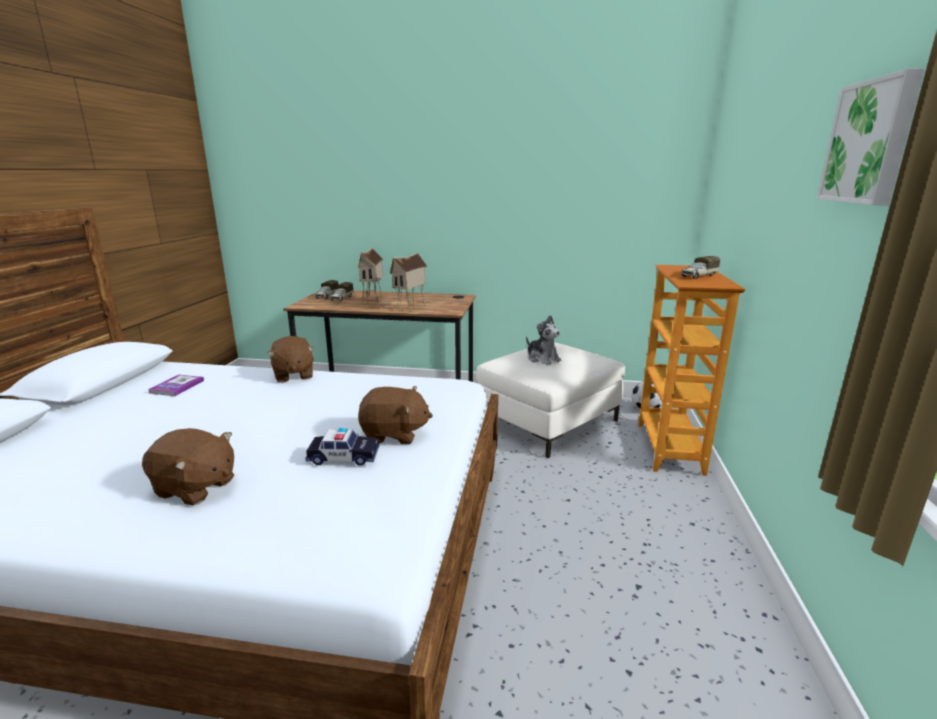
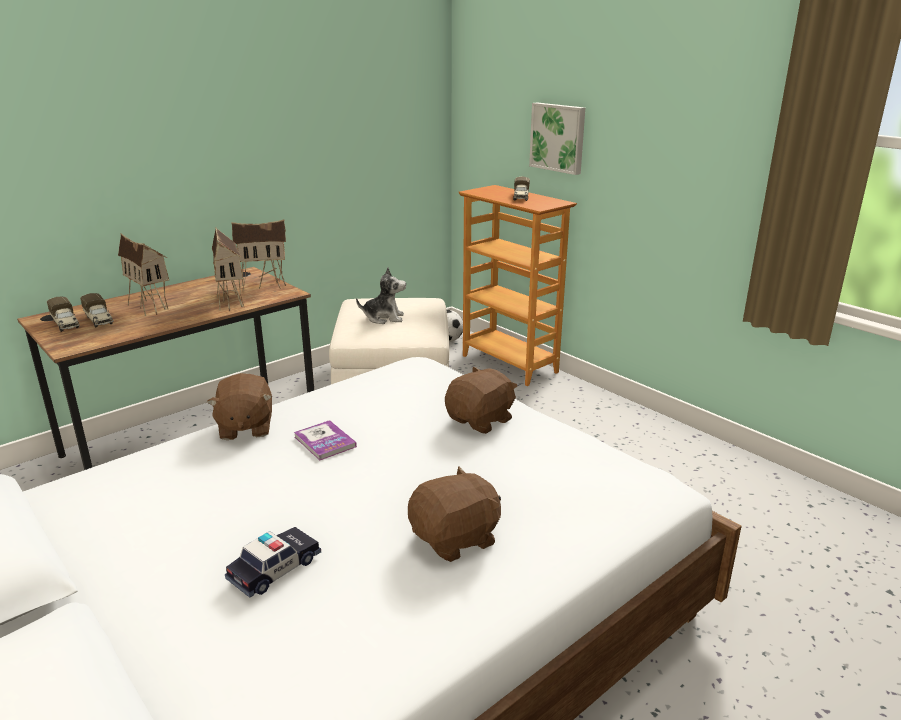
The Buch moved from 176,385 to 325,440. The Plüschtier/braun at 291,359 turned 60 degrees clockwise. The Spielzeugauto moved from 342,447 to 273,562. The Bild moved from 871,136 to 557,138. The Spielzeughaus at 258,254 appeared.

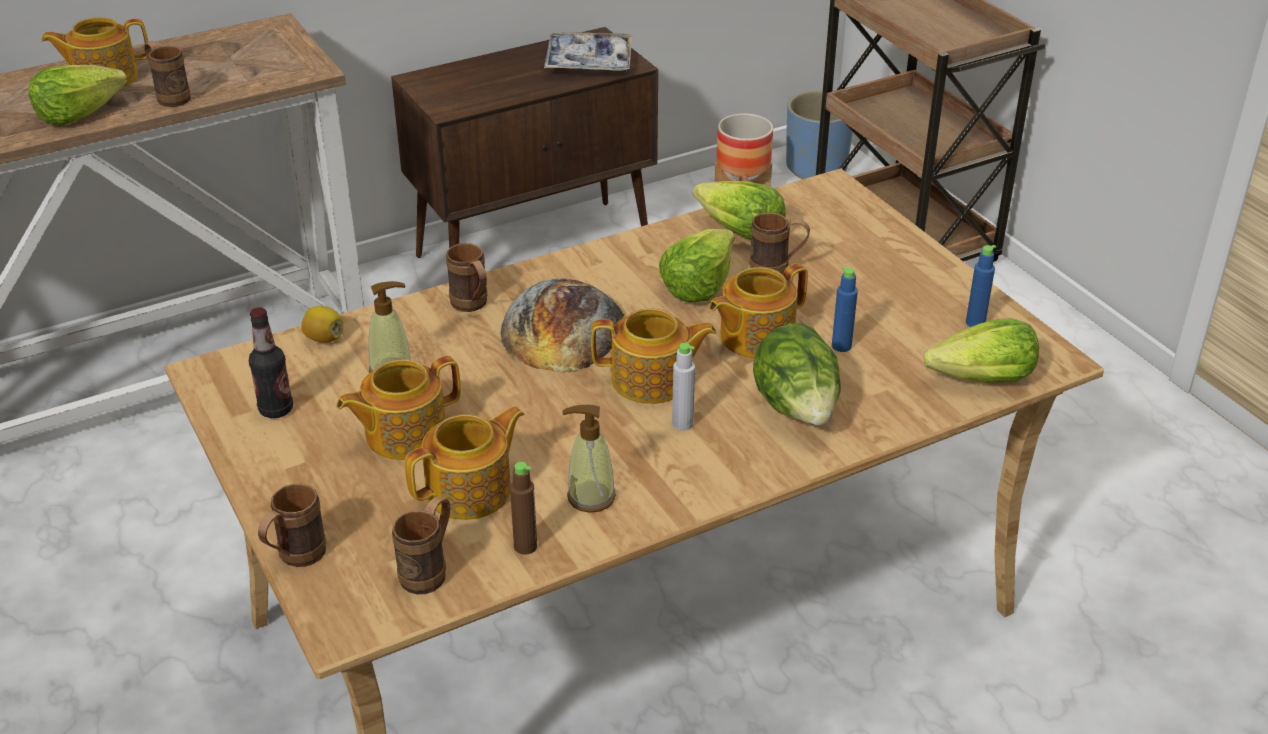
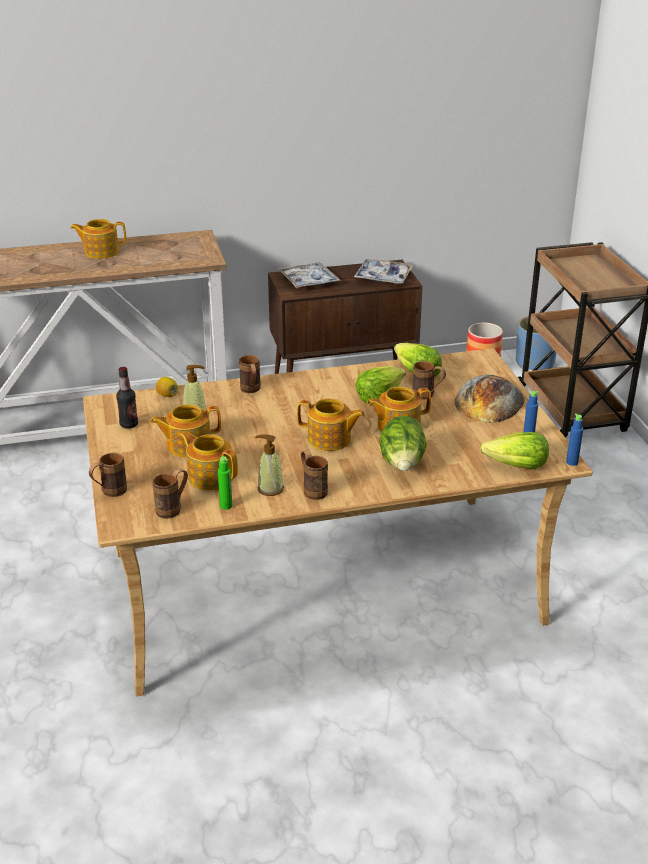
The Salatkopf at 78,95 disappeared. The Henkelbecher/braun moved from 167,74 to 314,475. The Teekanne at 465,463 turned 120 degrees counterclockwise. The Brot moved from 562,325 to 490,399. The Flasche/braun at 523,508 became the Flasche/grün at 225,482. The Flasche/grau at 683,387 disappeared. The Flasche/blau moved from 845,309 to 574,440. The Tablett at 309,275 appeared.

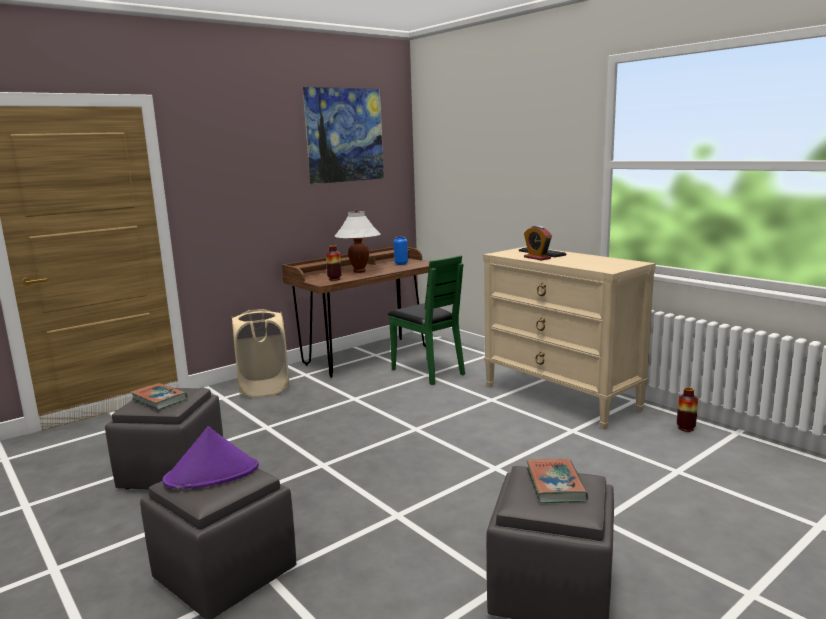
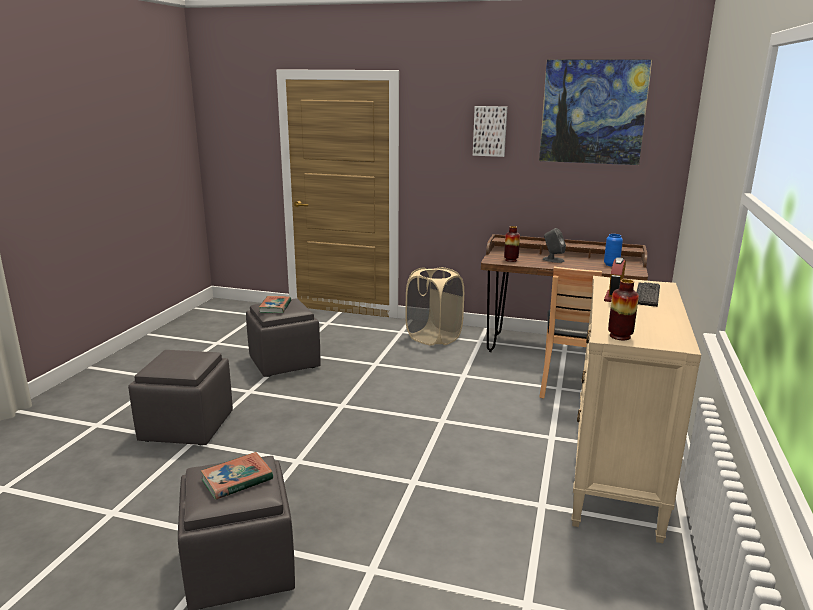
The Hut/lila at 211,457 disappeared. The Tischlampe/weiß at 358,241 was replaced by the Lautsprecher/grau at 554,245. The Stuhl/grün at 426,320 became the Stuhl/braun at 570,333. The Vase moved from 687,409 to 623,309. The Bild at 490,131 appeared.

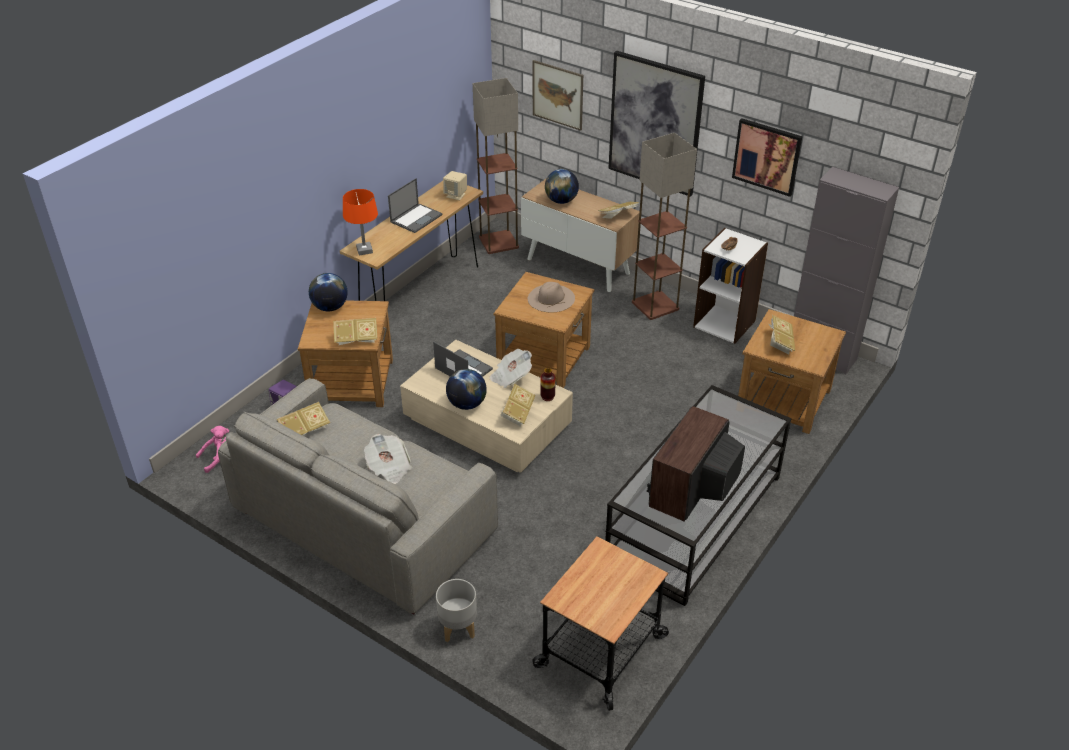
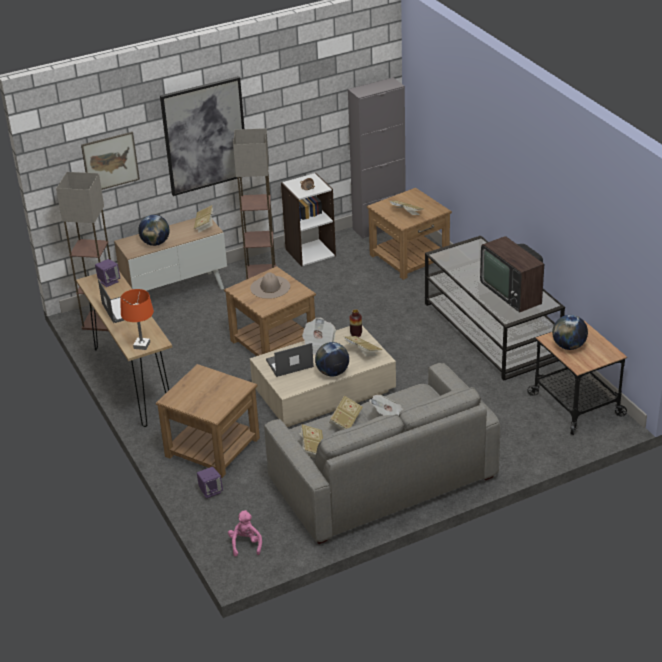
The Globus moved from 328,292 to 570,332. The Buch moved from 355,331 to 345,412. The Pflanzkübel/grau at 456,610 disappeared. The Lautsprecher/beige at 455,185 became the Lautsprecher/lila at 107,273. The Bild at 767,157 disappeared.

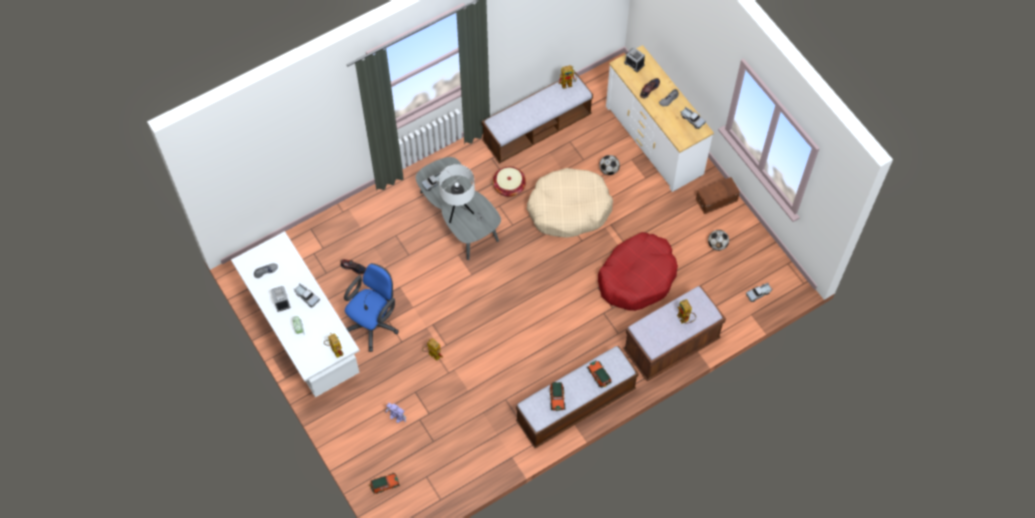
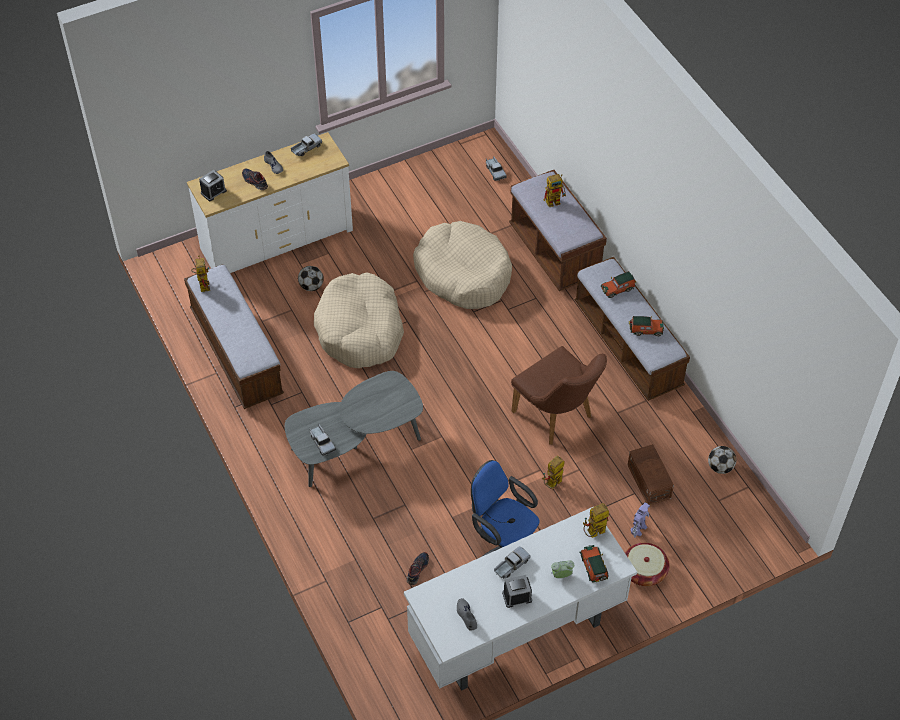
The Spielzeugauto moved from 384,483 to 594,564. The Tischlampe/weiß at 461,193 disappeared. The Korb moved from 509,181 to 647,564. The Hundebett/rot at 638,271 became the Hundebett/beige at 462,265. The Aufbewahrungsbox/braun moved from 718,195 to 651,474. The Fußball moved from 718,240 to 722,460. The Stuhl/braun at 559,395 appeared.

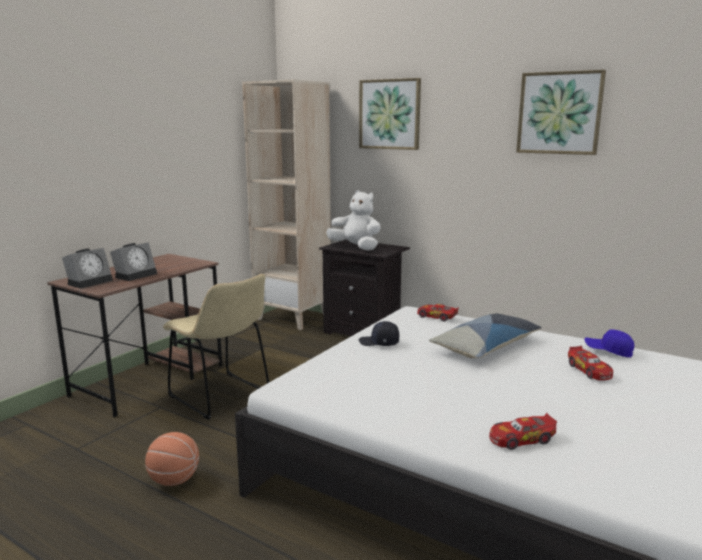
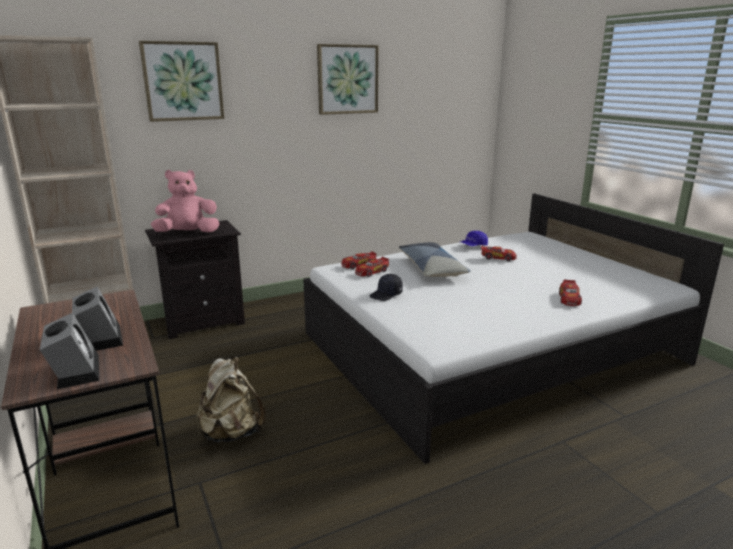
The Basketball at 172,459 disappeared. The Stuhl/beige at 216,347 was replaced by the Rucksack/beige at 231,399. The Plüschtier/weiß at 353,220 became the Plüschtier/rosa at 185,201. The Spielzeugauto at 372,266 appeared.

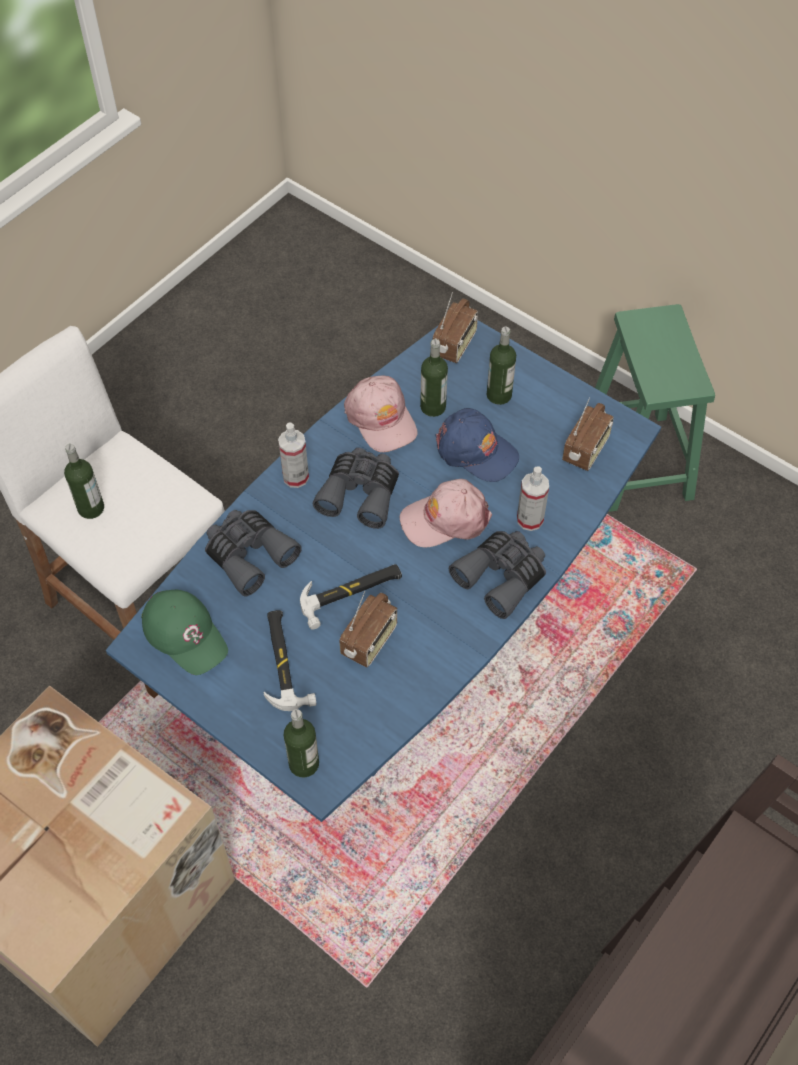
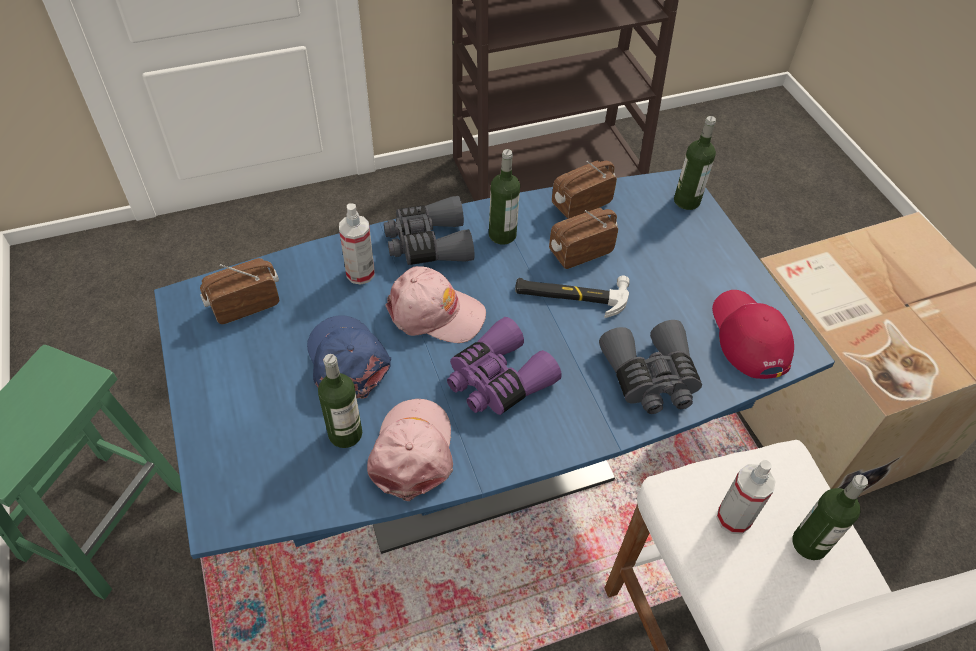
The Kappe/grün at 184,632 became the Kappe/rot at 753,334. The Hammer at 290,660 disappeared. The Sprühflasche moved from 293,455 to 745,497. The Fernglas/grau at 356,488 became the Fernglas/lila at 504,366. The Radio moved from 455,327 to 584,190. The Flasche moved from 501,366 to 504,197.

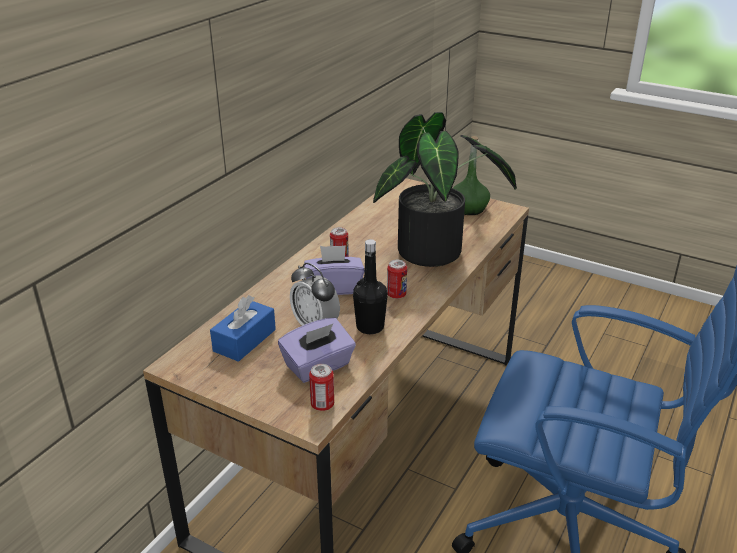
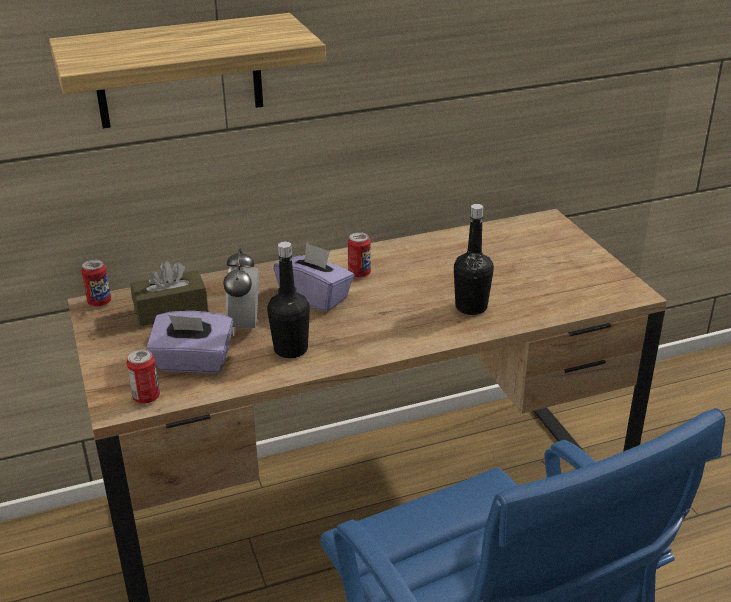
The Taschentuchbox/blau at 243,328 became the Taschentuchbox/braun at 169,293. The Topfpflanze at 445,189 was replaced by the Flasche/schwarz at 474,259. The Dose moved from 397,279 to 96,283. The Flasche/grün at 471,175 disappeared. The Wandregal at 187,70 appeared.

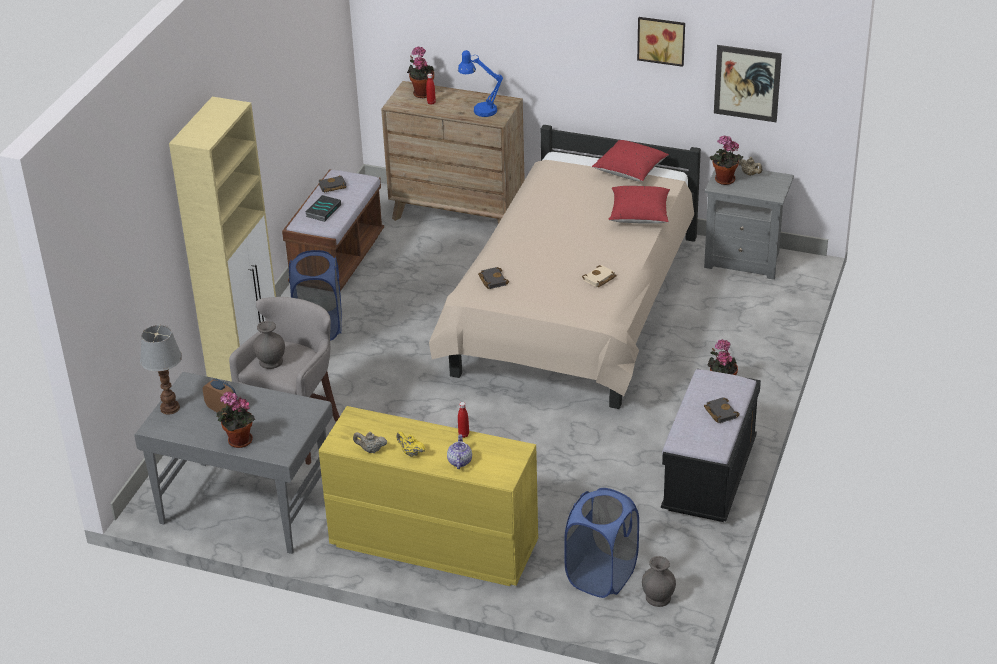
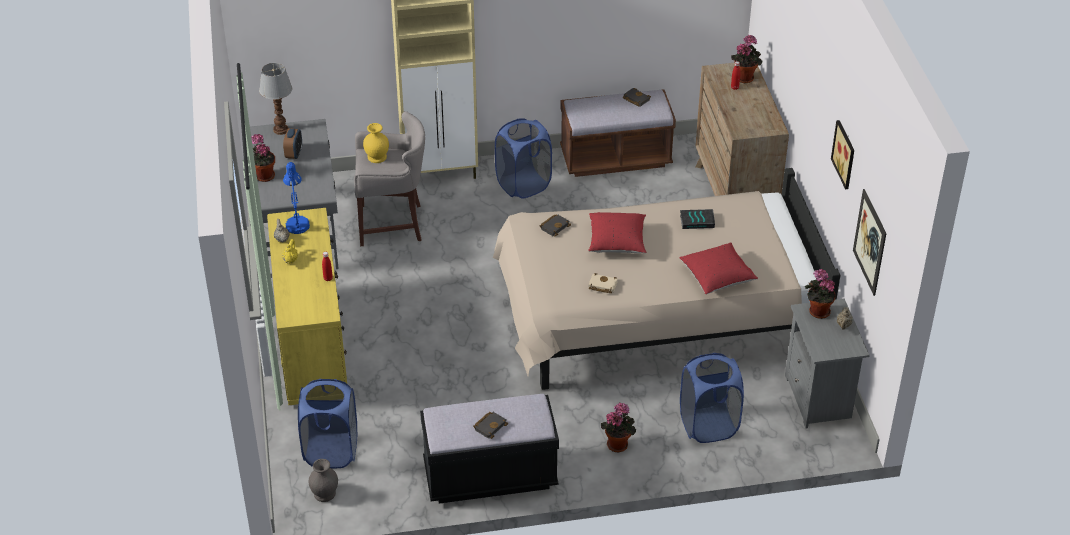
The Vase/grau at 269,345 became the Vase/gelb at 376,143. The Buch moved from 323,208 to 697,219. The Teekanne at 459,451 disappeared. The Tischlampe/blau moved from 480,83 to 296,198. The Kissen/rot moved from 630,161 to 617,232. The Wäschekorb/blau at 712,398 appeared.

